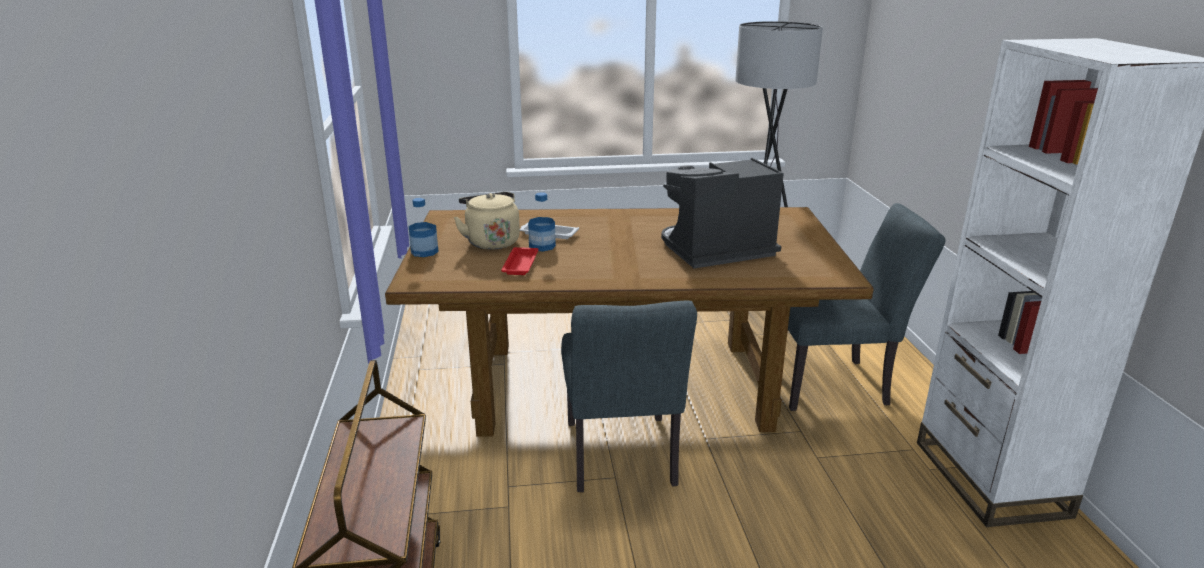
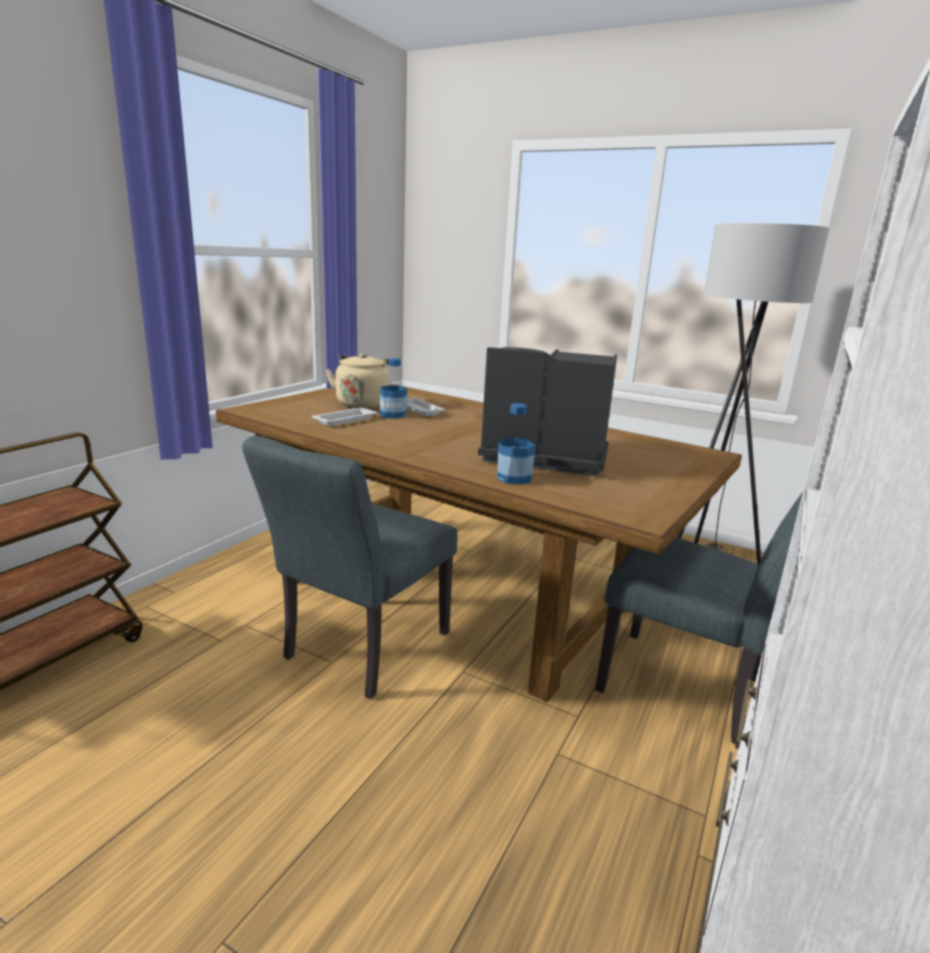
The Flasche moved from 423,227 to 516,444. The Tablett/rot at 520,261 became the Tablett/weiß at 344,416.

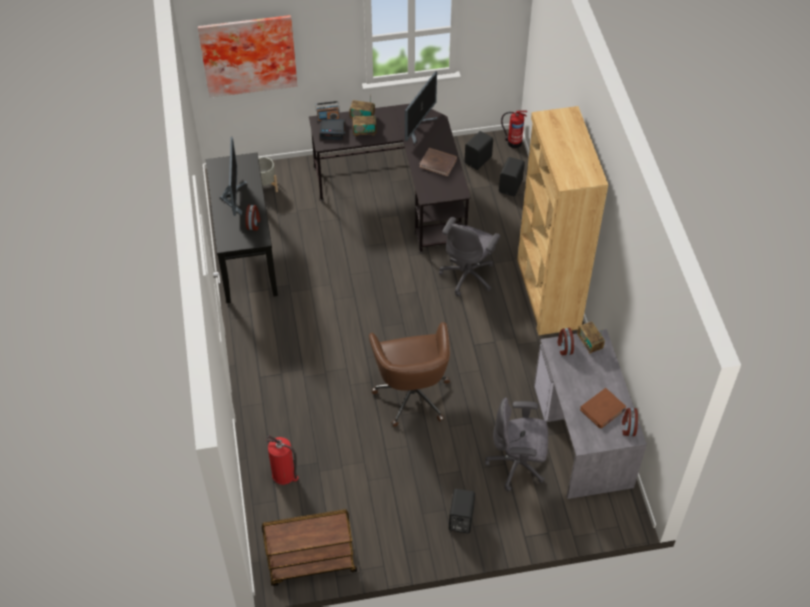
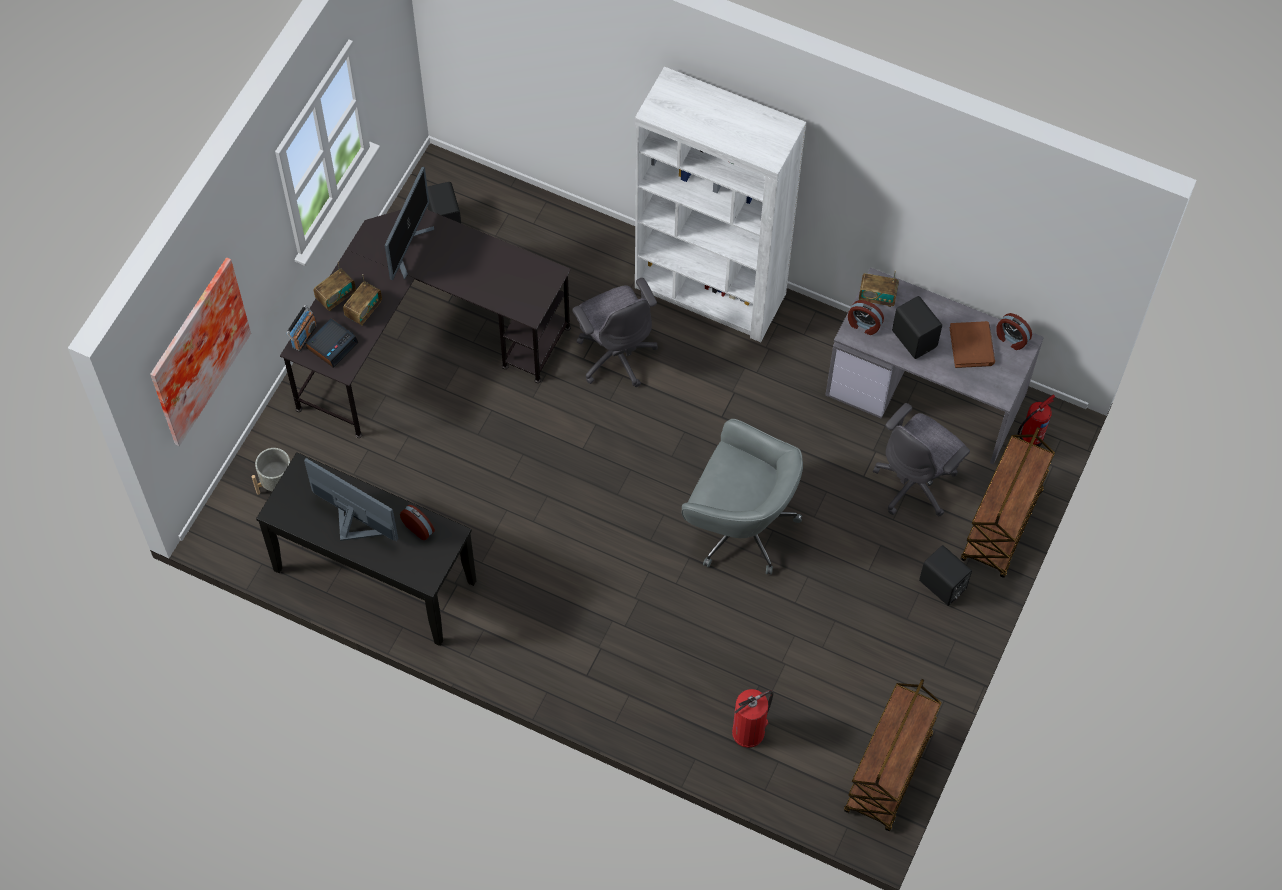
The Bürostuhl/braun at 409,374 became the Bürostuhl/grau at 742,497. The Monitor at 421,107 turned 45 degrees clockwise. The Buch/braun at 438,162 disappeared. The Lautsprecher/schwarz moved from 512,176 to 917,327. The Feuerlöscher moved from 514,129 to 1036,420. The Bücherregal/braun at 562,220 became the Bücherregal/weiß at 720,204. The Rollwagen/braun at 1008,502 appeared.

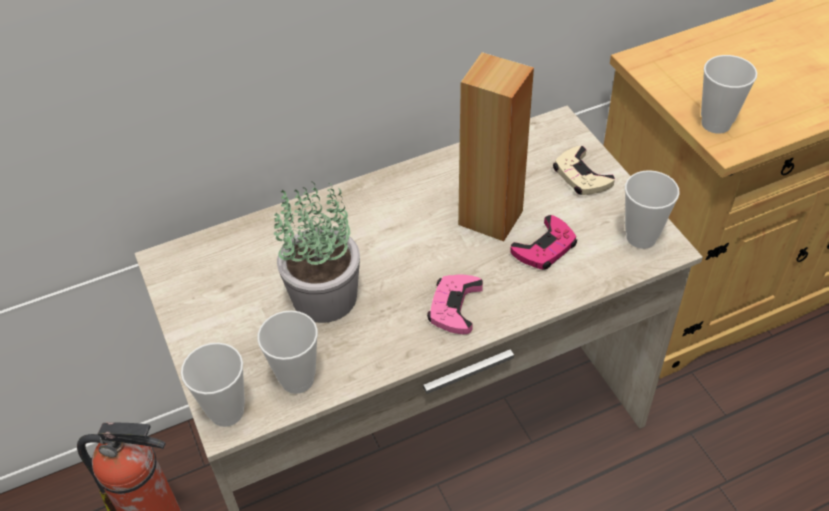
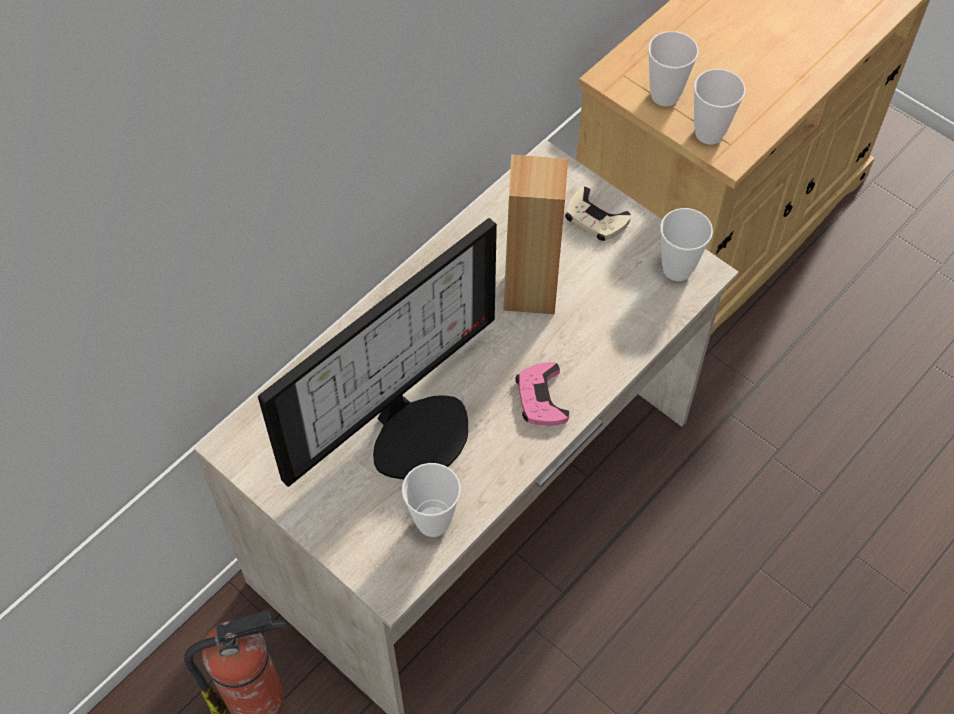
The Tasse moved from 213,385 to 673,68. The Topfpflanze at 317,252 was replaced by the Monitor at 377,352. The Gamepad/rosa at 543,242 disappeared.

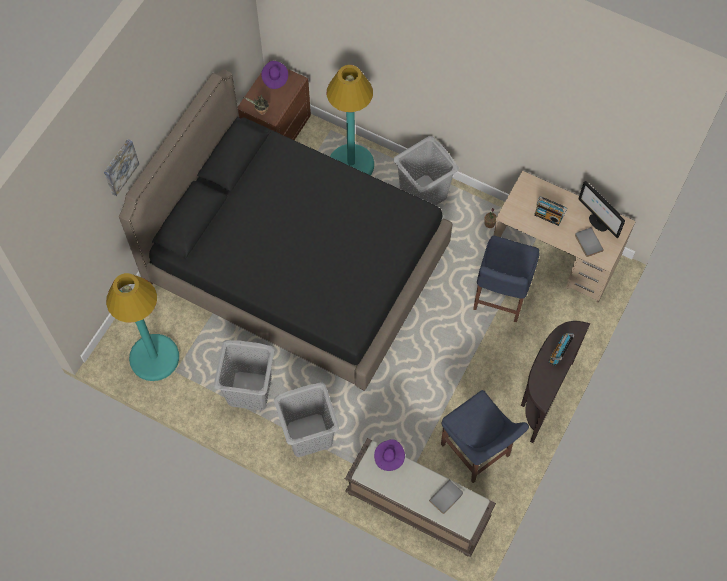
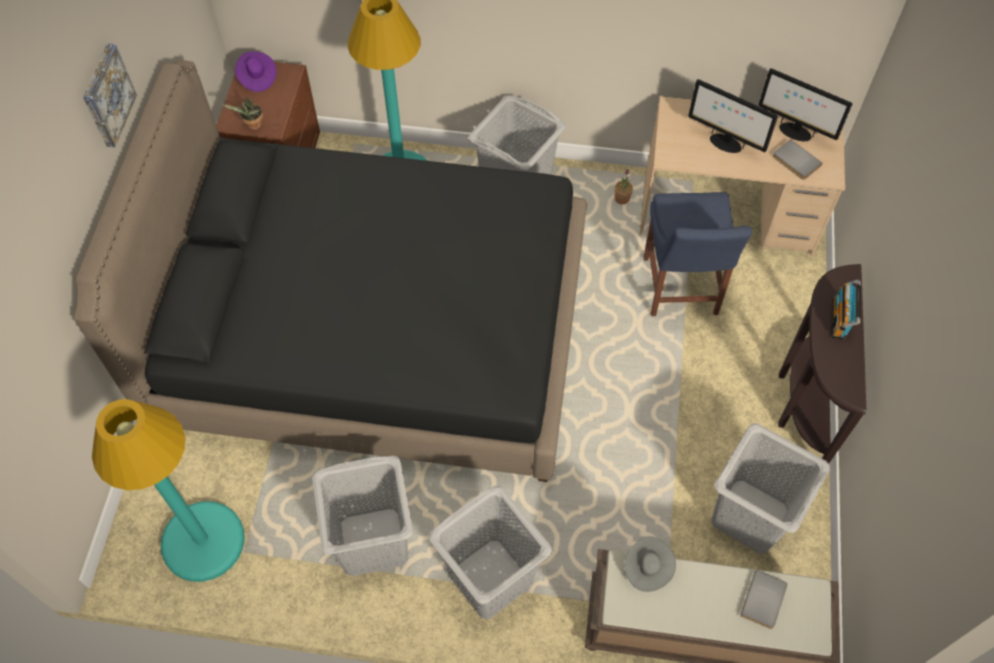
The Bild moved from 121,167 to 110,96. The Hut/lila at 389,455 became the Hut/grau at 650,564. The Stuhl/blau at 485,436 was replaced by the Wäschekorb/grau at 770,488. The Radio at 550,211 was replaced by the Monitor at 733,116.

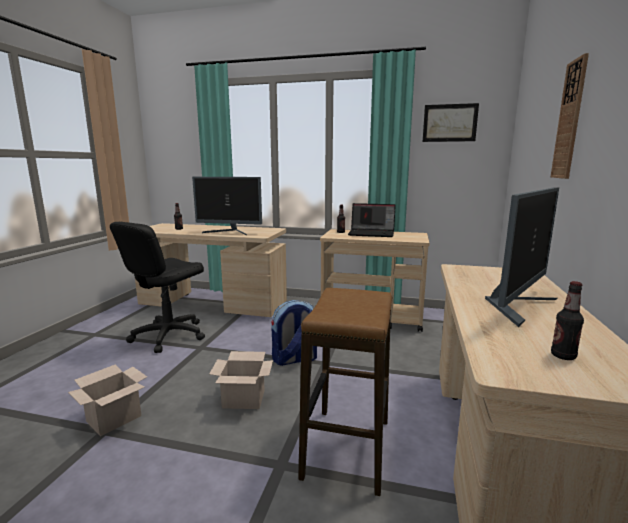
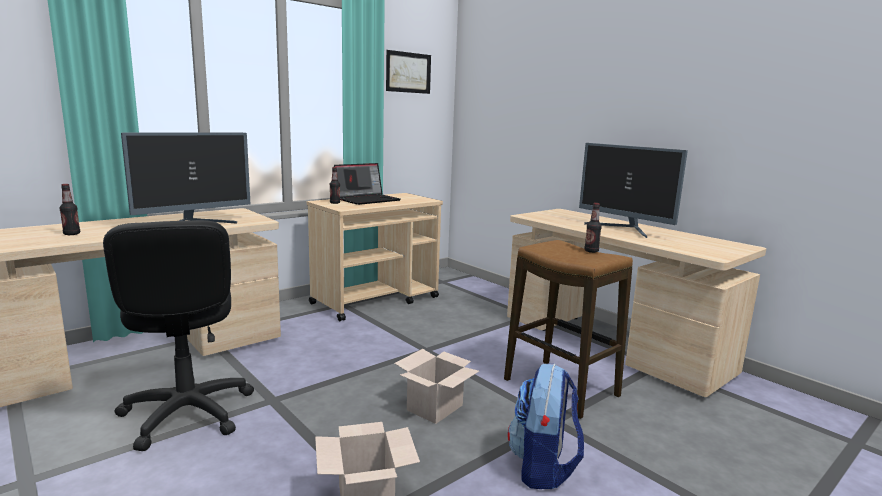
The Rucksack moved from 294,333 to 546,426. The Monitor at 522,257 turned 150 degrees clockwise. The Wanduhr at 570,116 disappeared. The Flasche moved from 567,320 to 593,228.

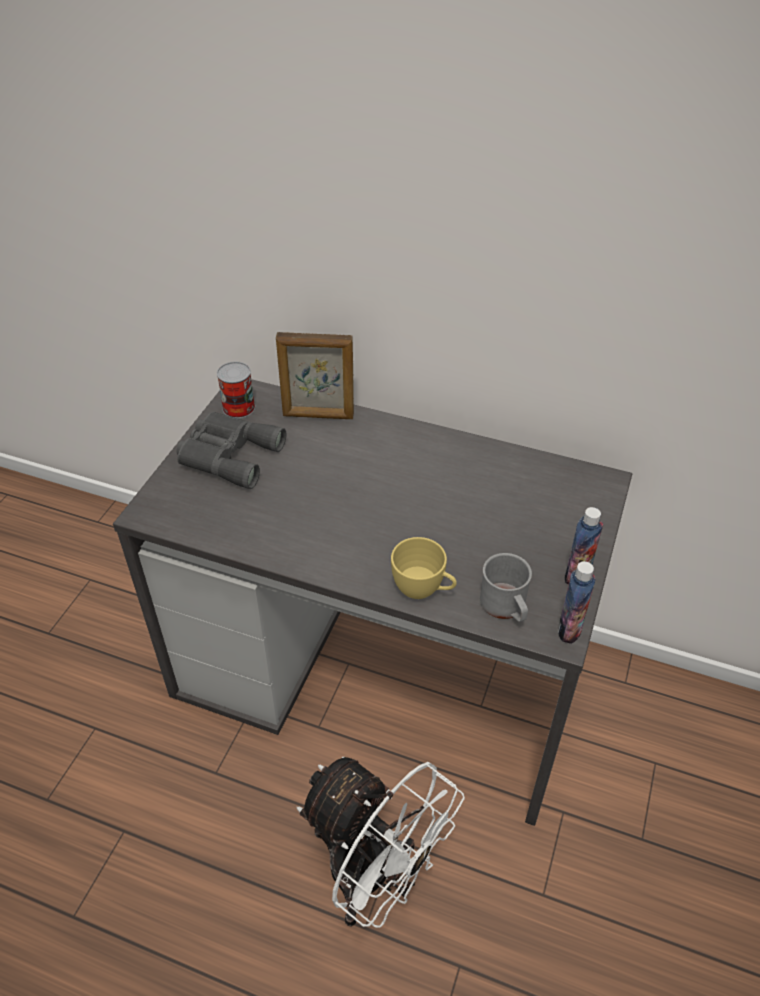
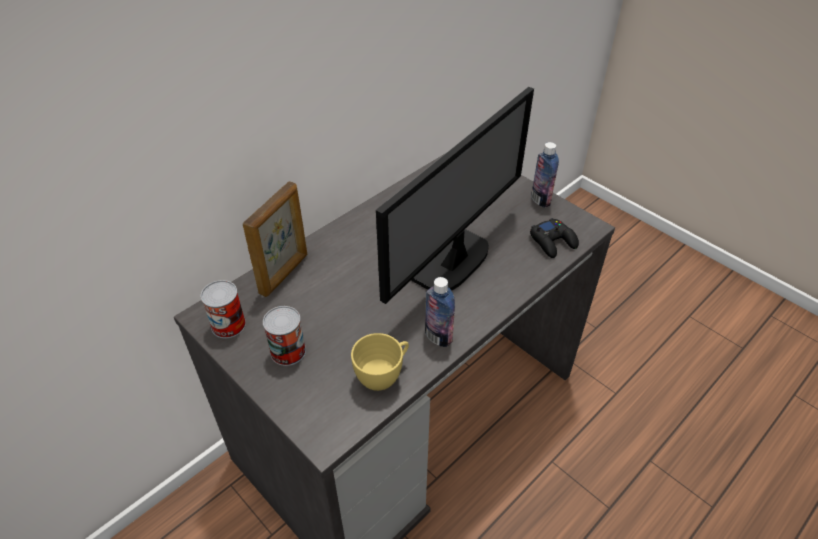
The Fernglas/grau at 231,450 was replaced by the Dose at 284,336. The Ventilator/weiß at 381,842 disappeared. The Tasse/gelb moved from 424,568 to 380,362. The Henkelbecher/grau at 506,587 was replaced by the Gamepad/schwarz at 554,238. The Flasche moved from 576,602 to 440,312. The Monitor at 455,195 appeared.

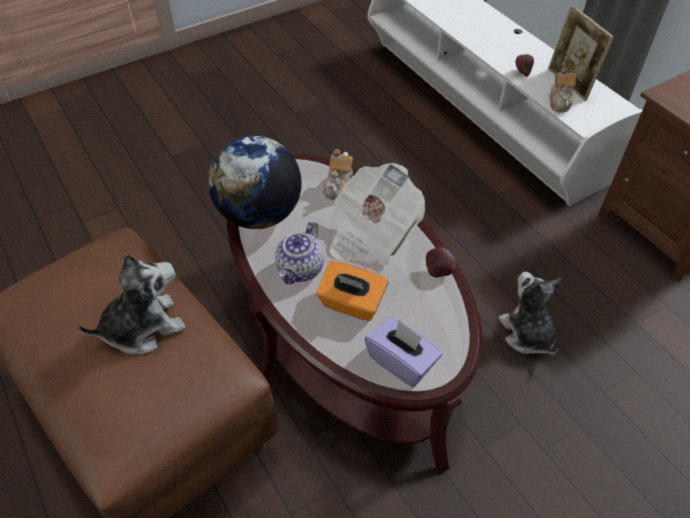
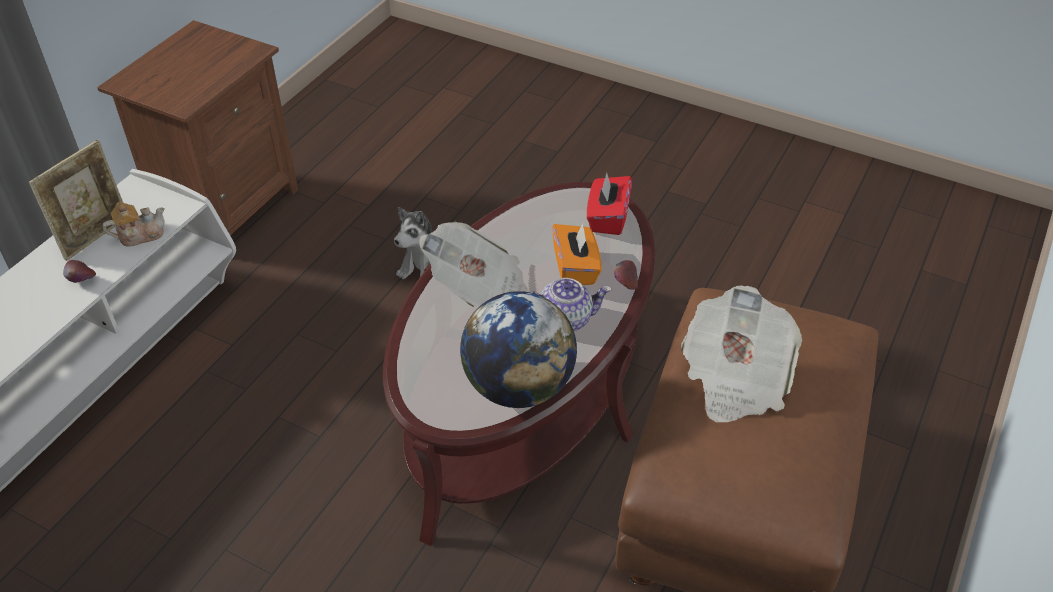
The Plüschtier at 132,304 was replaced by the Zeitung at 741,354. The Teekanne at 338,174 disappeared. The Taschentuchbox/lila at 403,352 became the Taschentuchbox/rot at 609,204. The Apfel moved from 441,262 to 626,275.

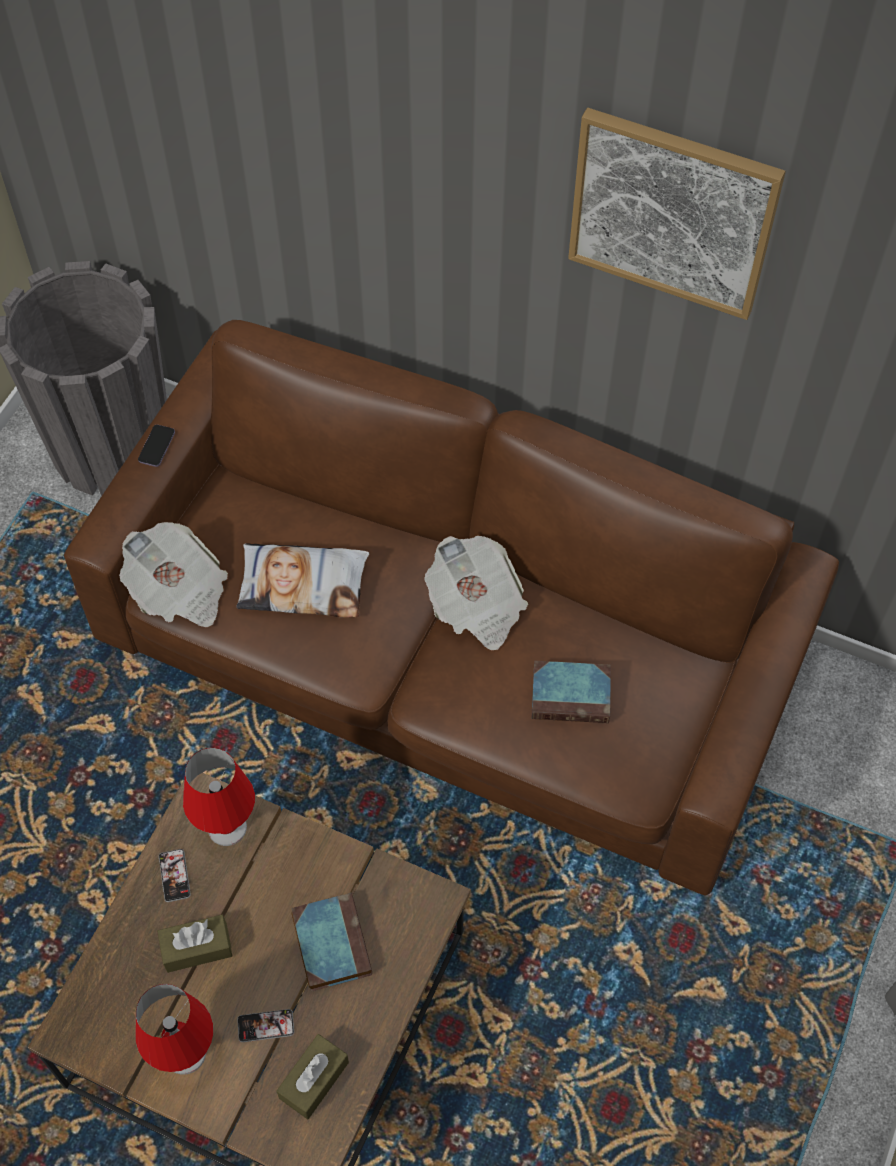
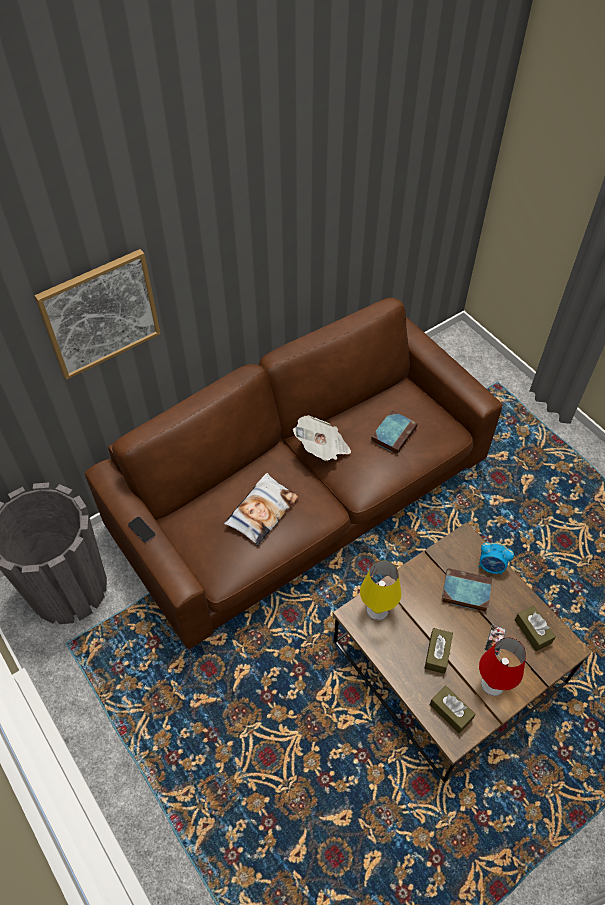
The Zeitung at 173,574 disappeared. The Handy at 175,875 disappeared. The Tischlampe/rot at 219,796 became the Tischlampe/gelb at 381,590. The Bild moved from 677,214 to 98,314. The Taschentuchbox/braun at 452,709 appeared. The Wecker at 496,558 appeared.

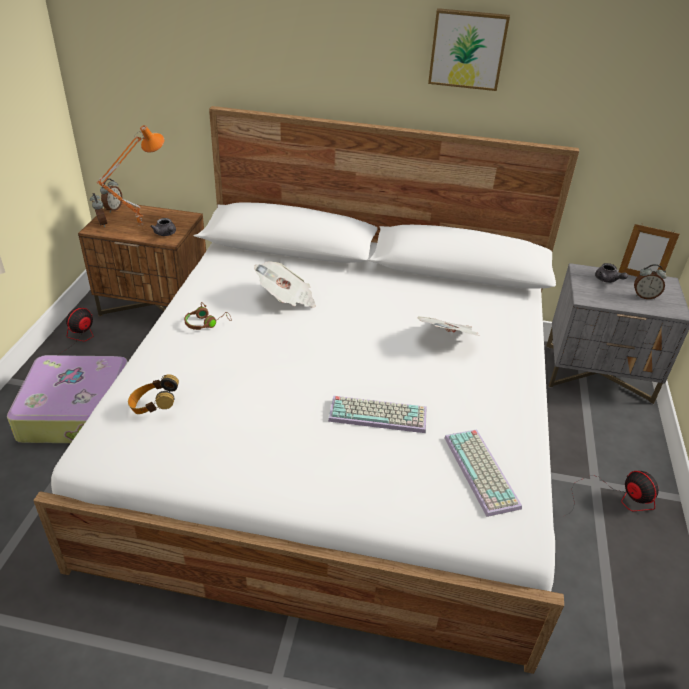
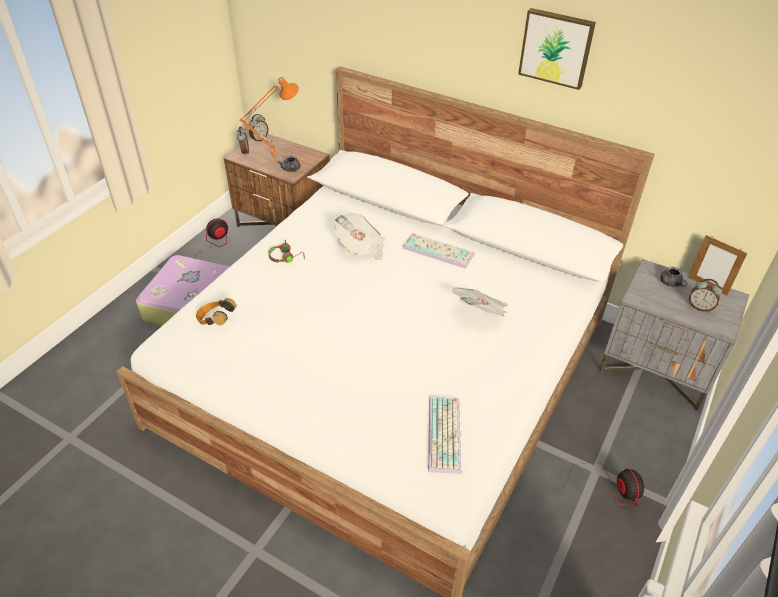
The Tastatur moved from 377,414 to 438,251.

